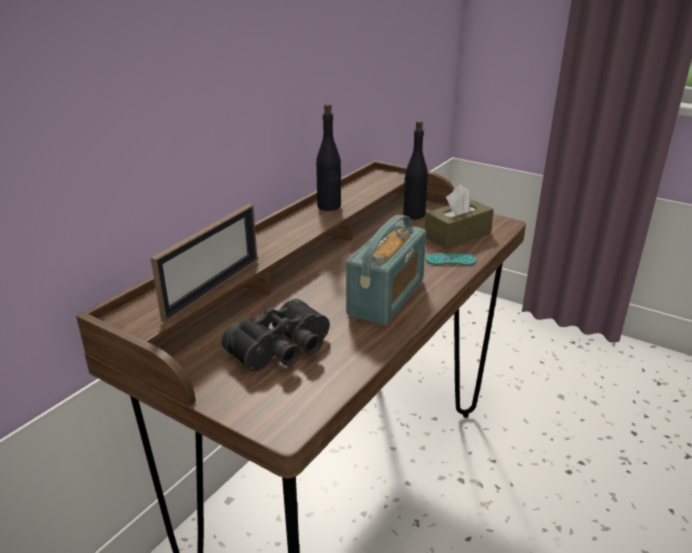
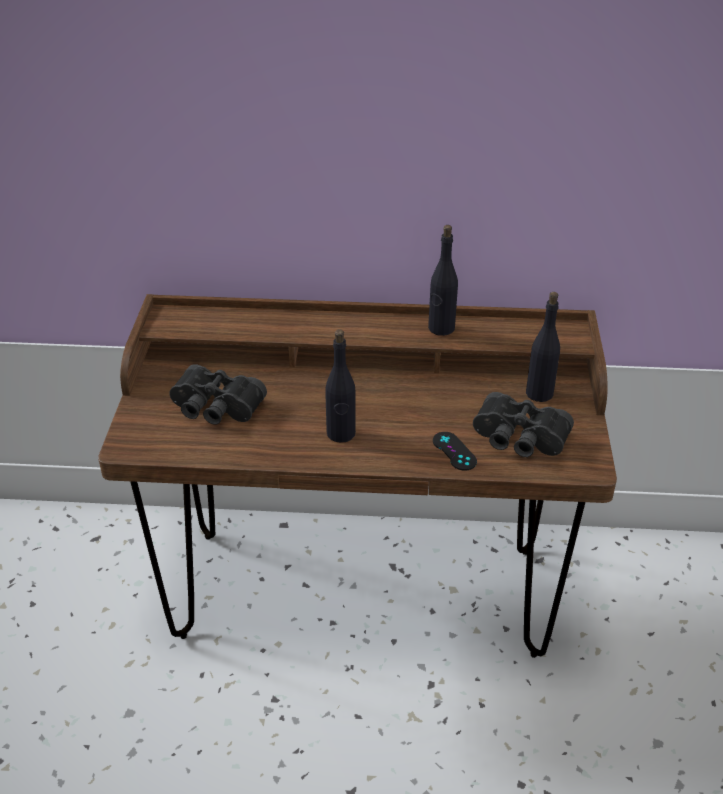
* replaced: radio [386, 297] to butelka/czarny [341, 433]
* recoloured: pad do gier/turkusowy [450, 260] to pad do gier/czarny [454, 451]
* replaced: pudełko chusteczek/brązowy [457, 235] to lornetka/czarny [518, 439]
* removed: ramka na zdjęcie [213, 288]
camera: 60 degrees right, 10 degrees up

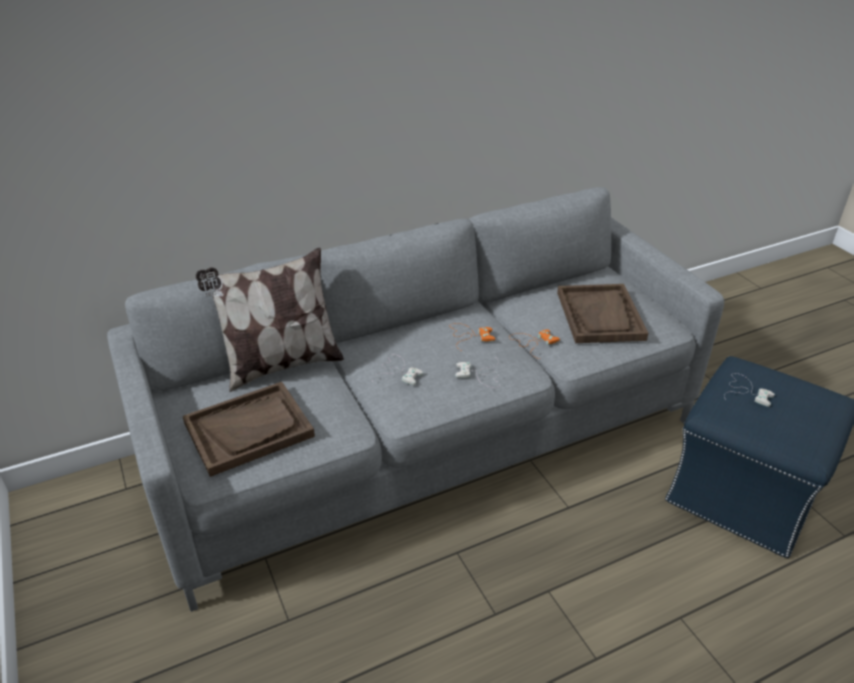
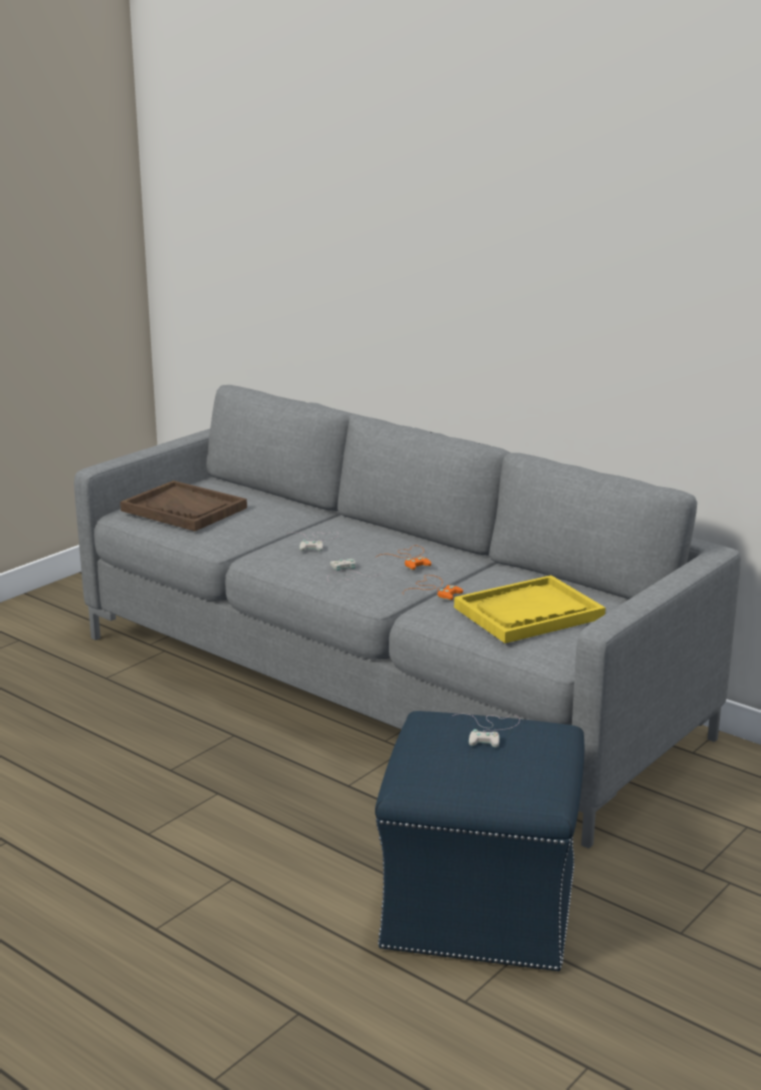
* recoloured: taca/brązowy [600, 316] to taca/żółty [528, 613]
* removed: poduszka [280, 365]
camera: 65 degrees right, 15 degrees down

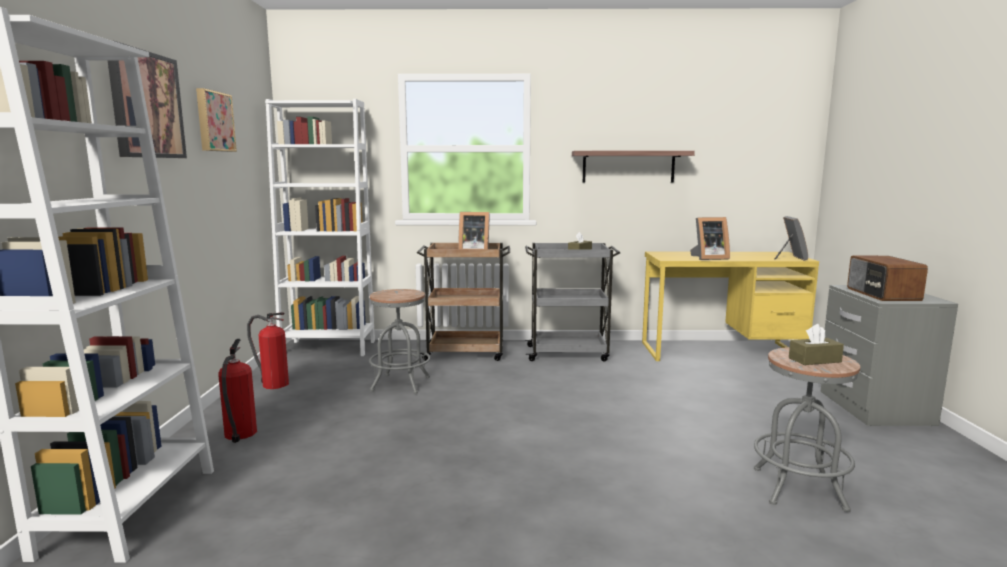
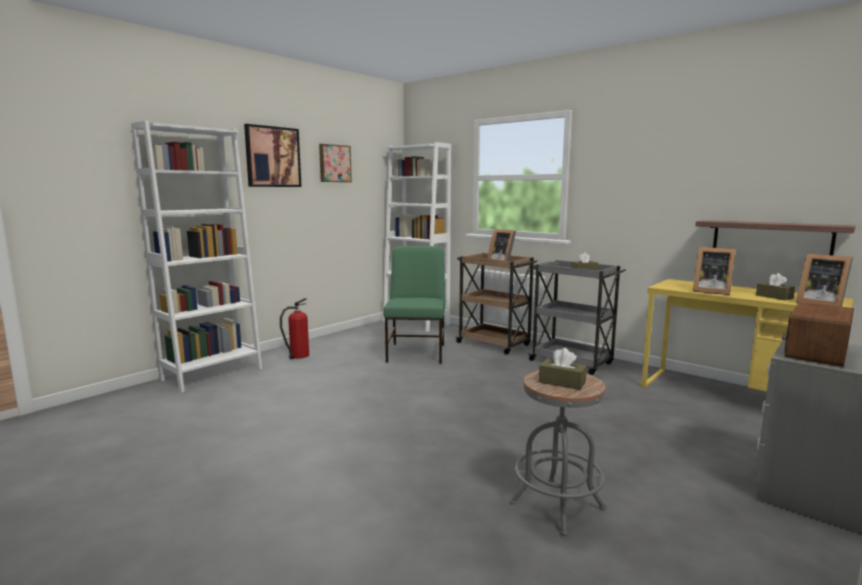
* replaced: stołek/szary [400, 384] to krzesło/zielony [417, 352]
* moved: półka [628, 166] to [770, 239]
* added: pudełko chusteczek/brązowy [774, 297]
* turned: ramka na zdjęcie [789, 258] = [819, 303] 90 degrees clockwise
* removed: gaśnica [273, 384]
camera: 40 degrees right, 0 degrees up

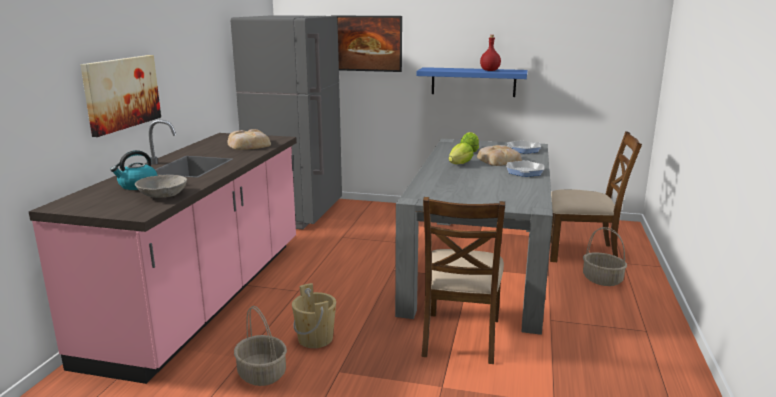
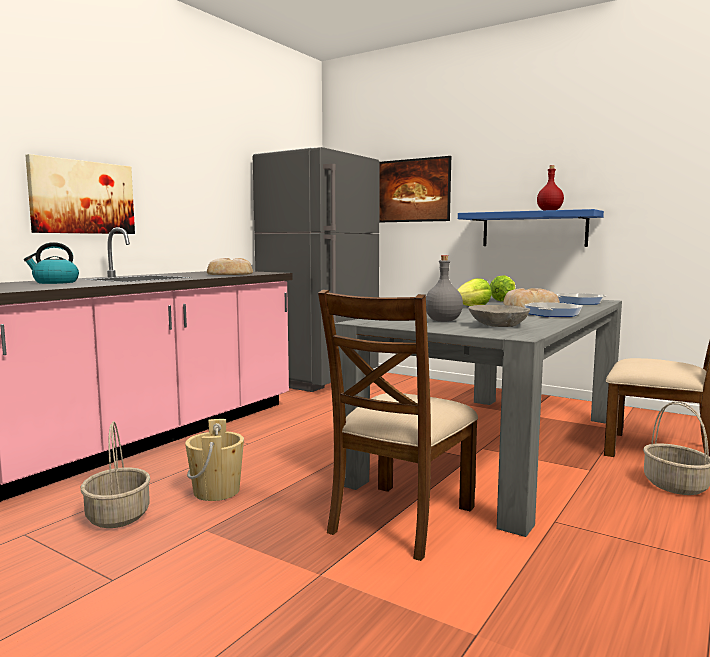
* added: butelka/szary [443, 321]
* moved: miska/szary [162, 195] to [497, 325]
camera: 20 degrees right, 10 degrees down

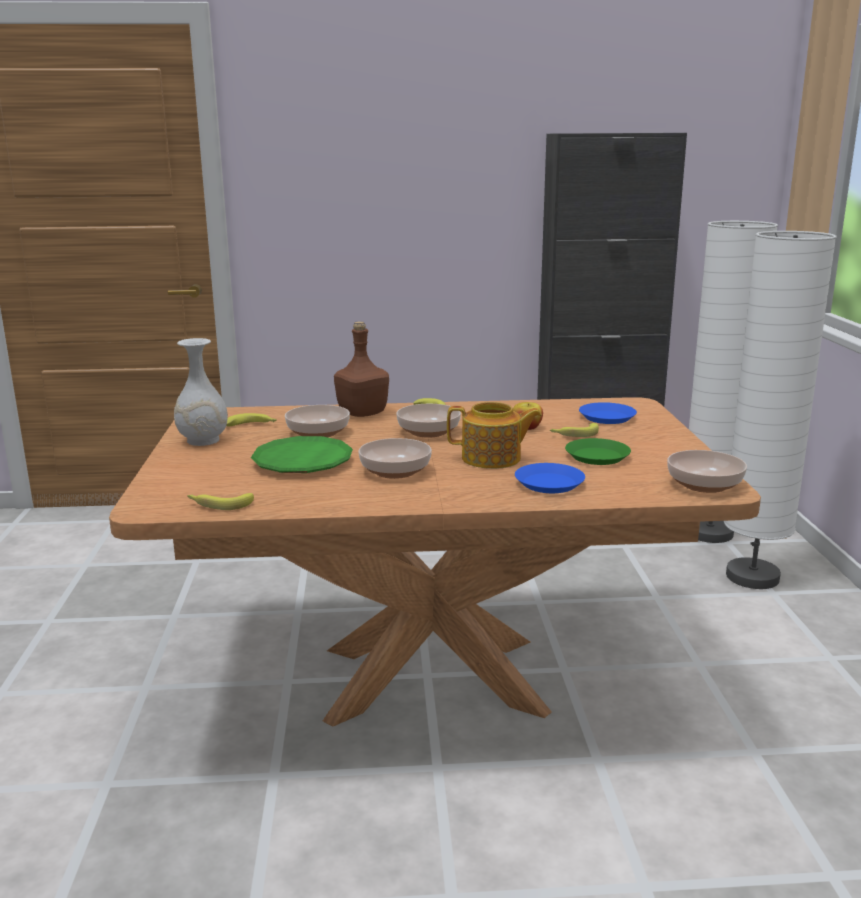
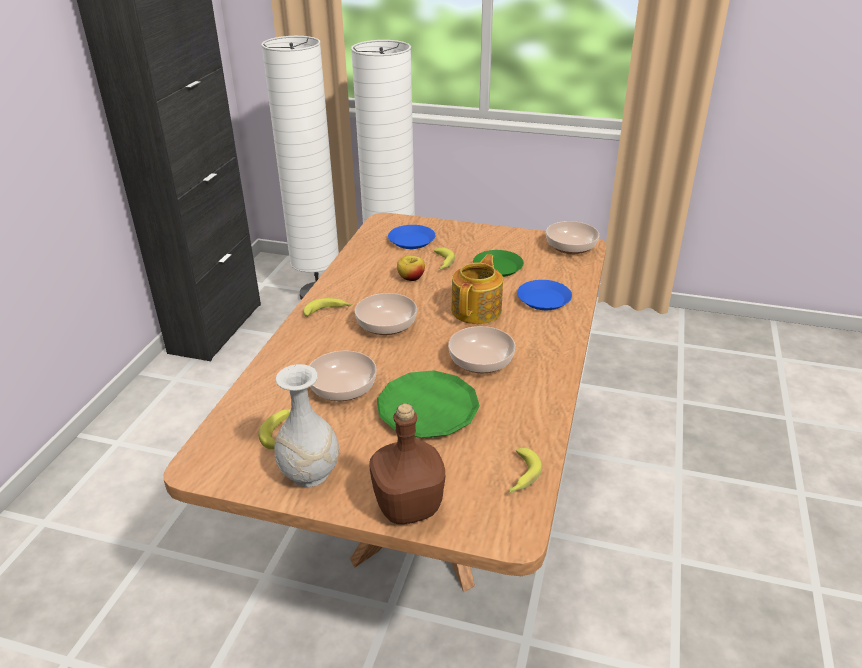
* moved: butelka/brązowy [362, 413] to [407, 507]
camera: 70 degrees left, 15 degrees up

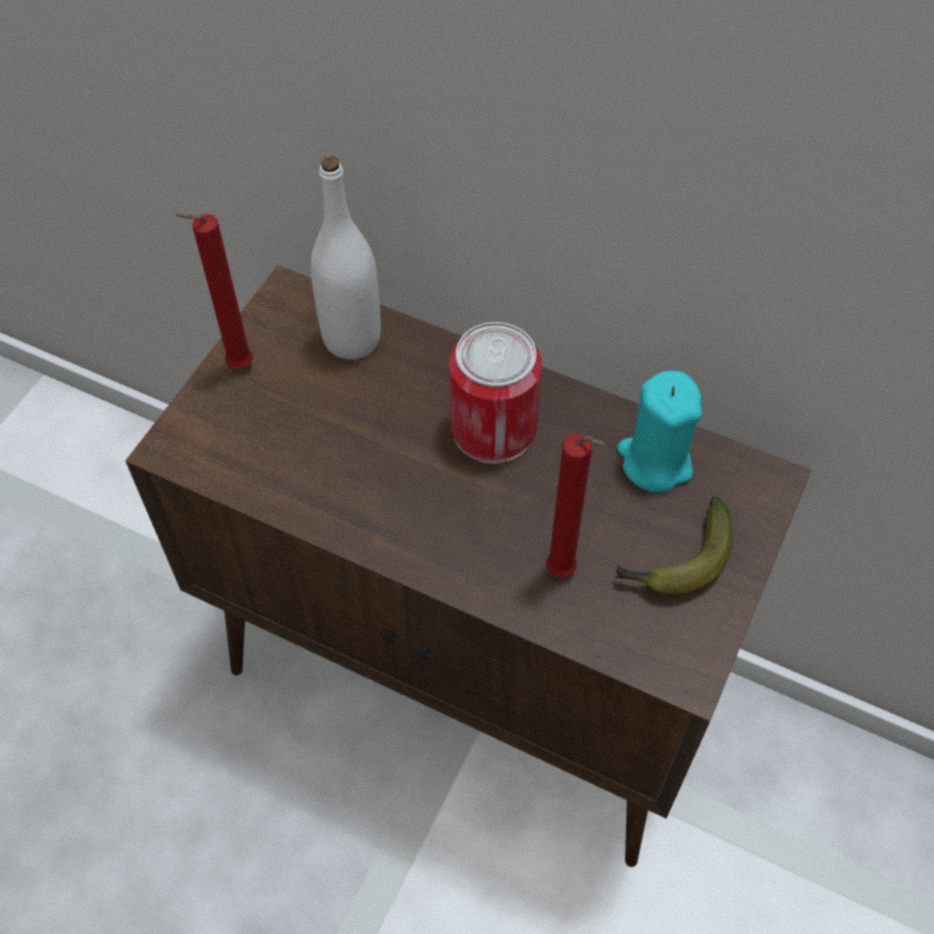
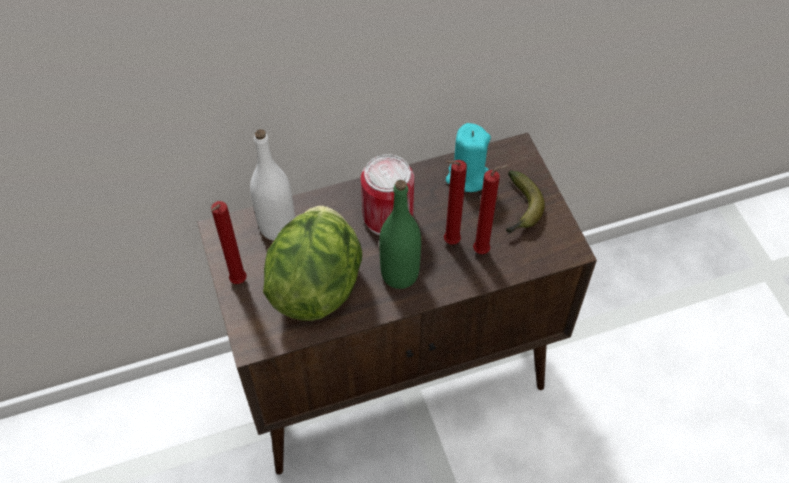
* added: sałata [316, 283]
* added: butelka/zielony [399, 274]
* added: świeca/czerwony [449, 242]
camera: 45 degrees left, 0 degrees up

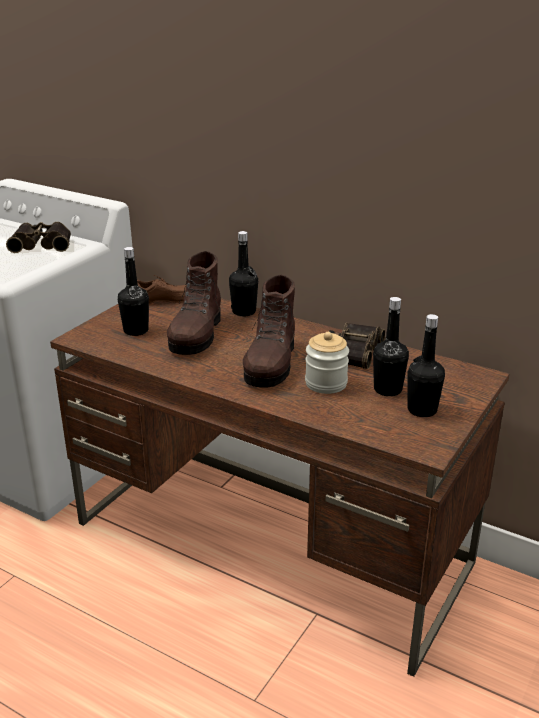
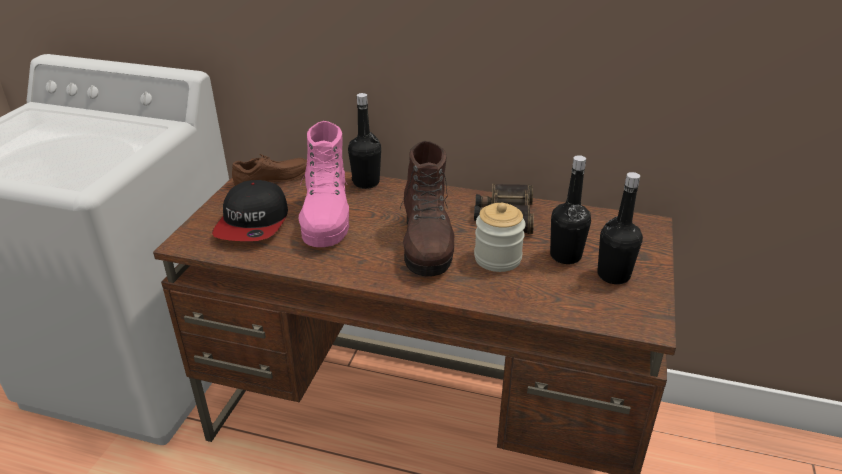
* replaced: butelka/czarny [136, 330] to czapka z daszkiem [253, 223]
* recoloured: but z cholewką/brązowy [196, 335] to but z cholewką/różowy [327, 219]
* removed: lornetka [42, 244]
camera: 15 degrees left, 5 degrees up

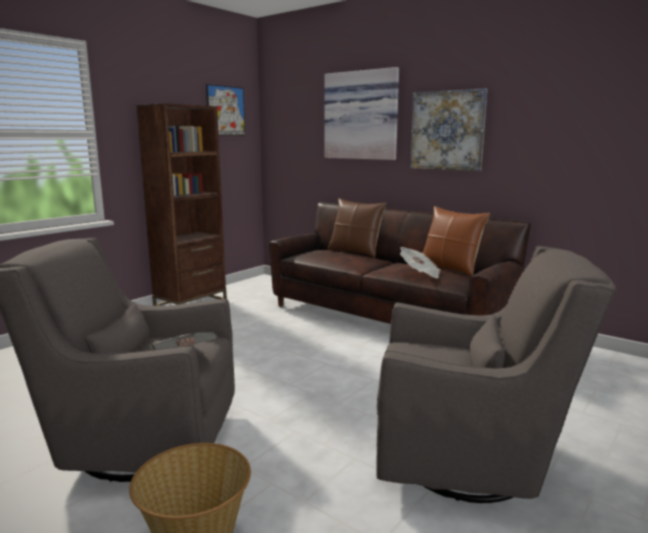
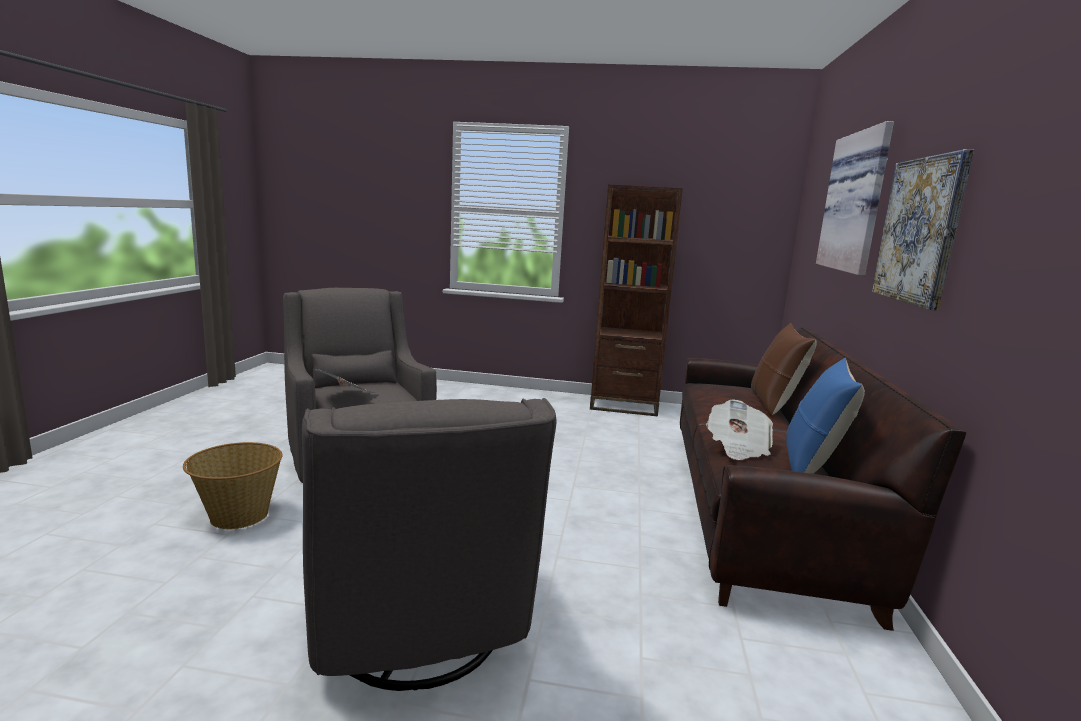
* recoloured: poduszka/brązowy [450, 268] to poduszka/niebieski [812, 464]
* removed: obraz [226, 111]
camera: 60 degrees right, 0 degrees up

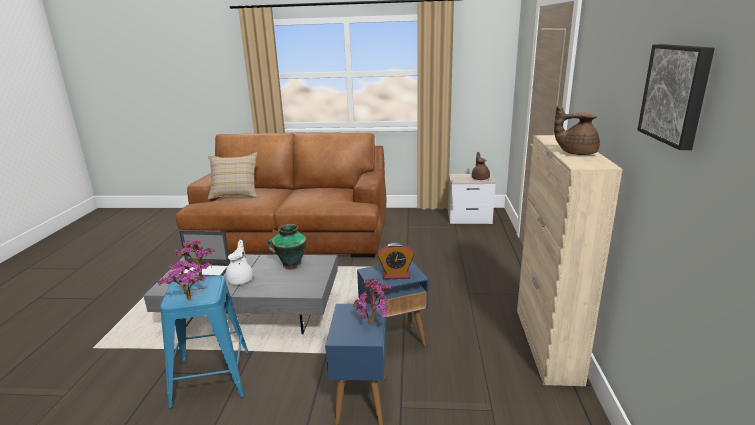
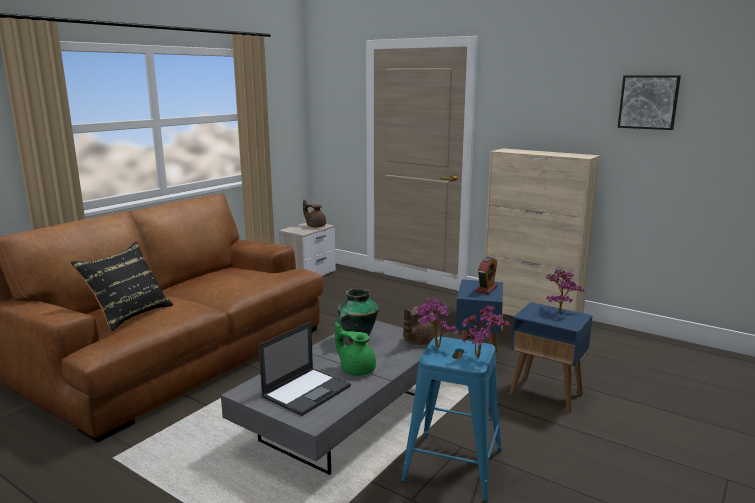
* recoloured: poduszka/beżowy [235, 195] to poduszka/czarny [129, 314]
* recoloured: imbryk/biały [241, 279] to imbryk/zielony [356, 369]
* moved: imbryk/brązowy [576, 153] to [417, 342]
camera: 60 degrees left, 5 degrees down

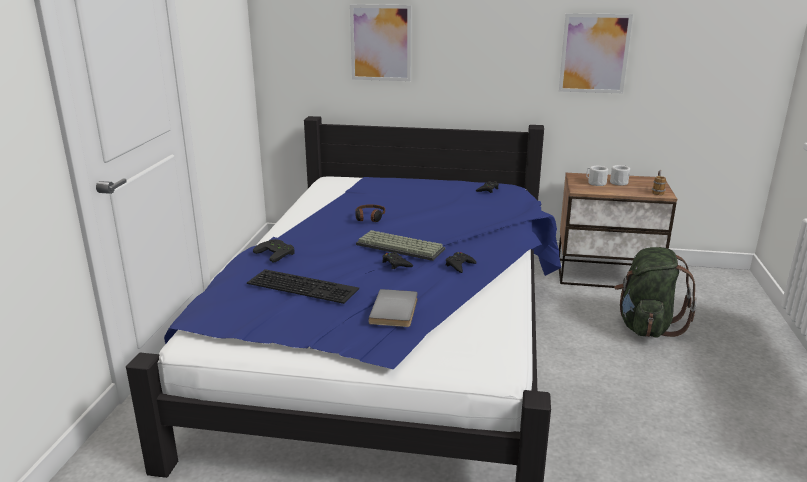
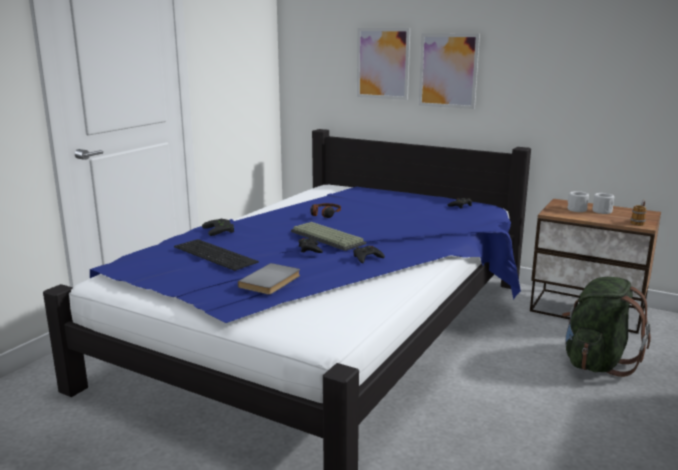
* moved: obraz [594, 53] to [448, 70]
camera: 20 degrees right, 5 degrees down

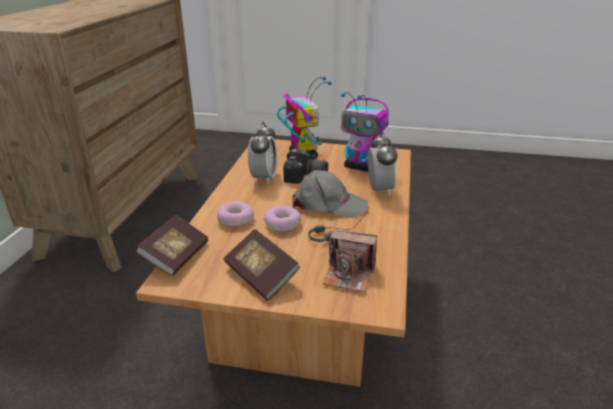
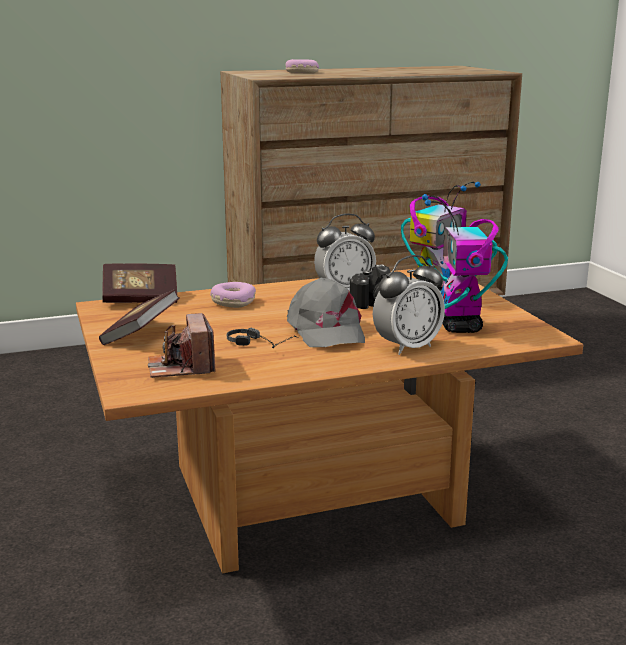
* moved: donut [282, 224] to [301, 73]
camera: 60 degrees right, 10 degrees down

